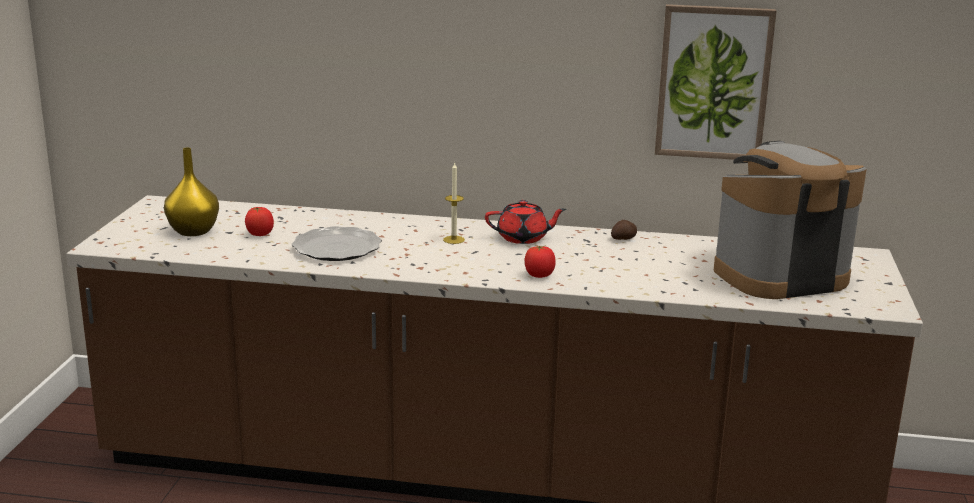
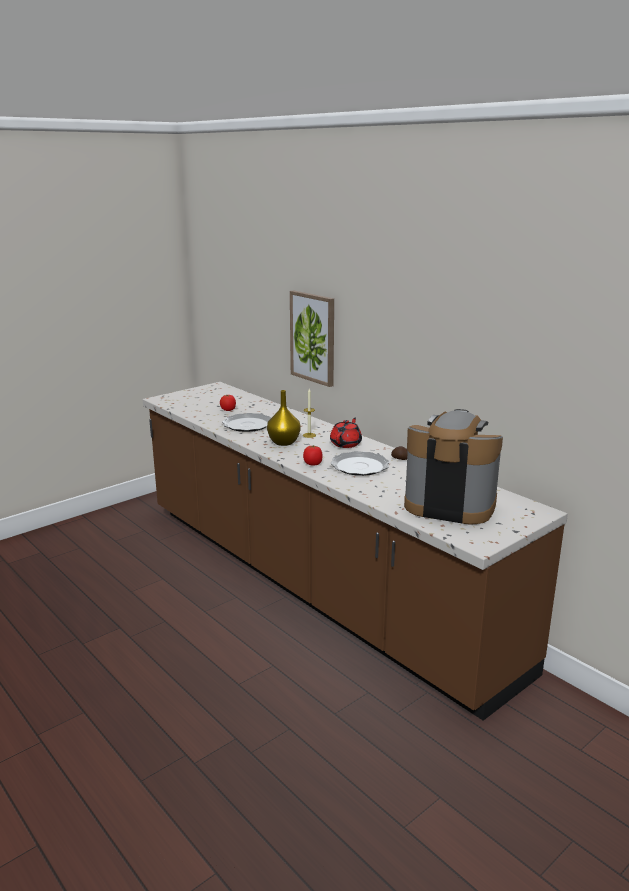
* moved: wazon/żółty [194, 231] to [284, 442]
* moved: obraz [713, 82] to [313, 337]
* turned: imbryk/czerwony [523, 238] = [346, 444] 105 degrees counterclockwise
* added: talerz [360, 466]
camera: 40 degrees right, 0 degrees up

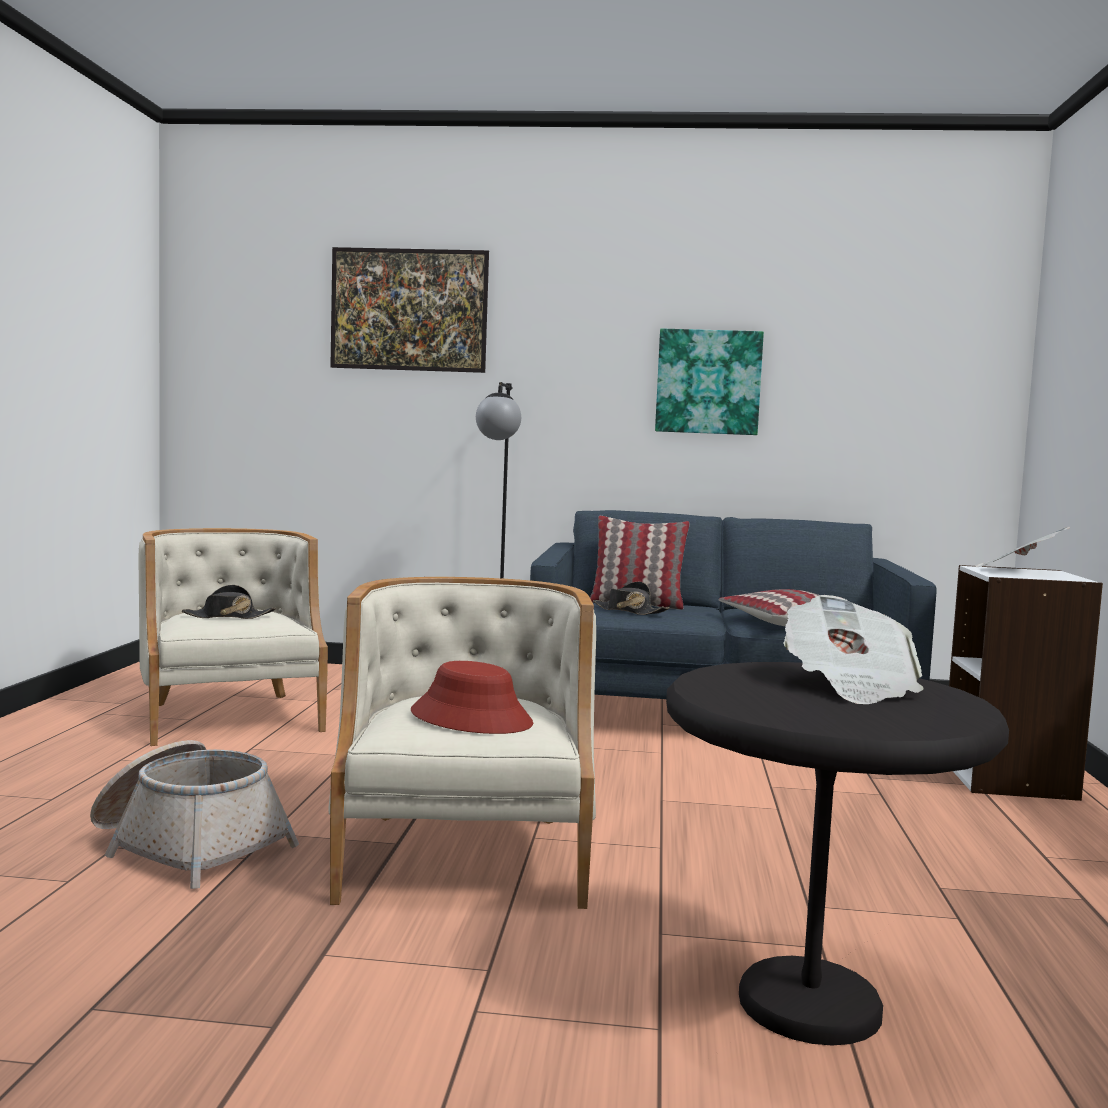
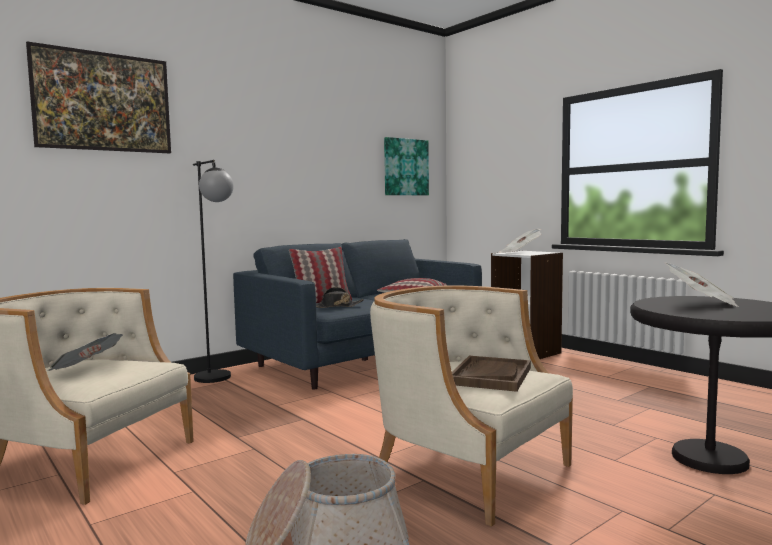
* replaced: kapelusz/czarny [228, 617] to gazeta [87, 370]
* moved: obraz [708, 382] to [405, 167]
* replaced: kapelusz/czerwony [471, 718] to taca/brązowy [490, 376]
camera: 45 degrees left, 0 degrees up

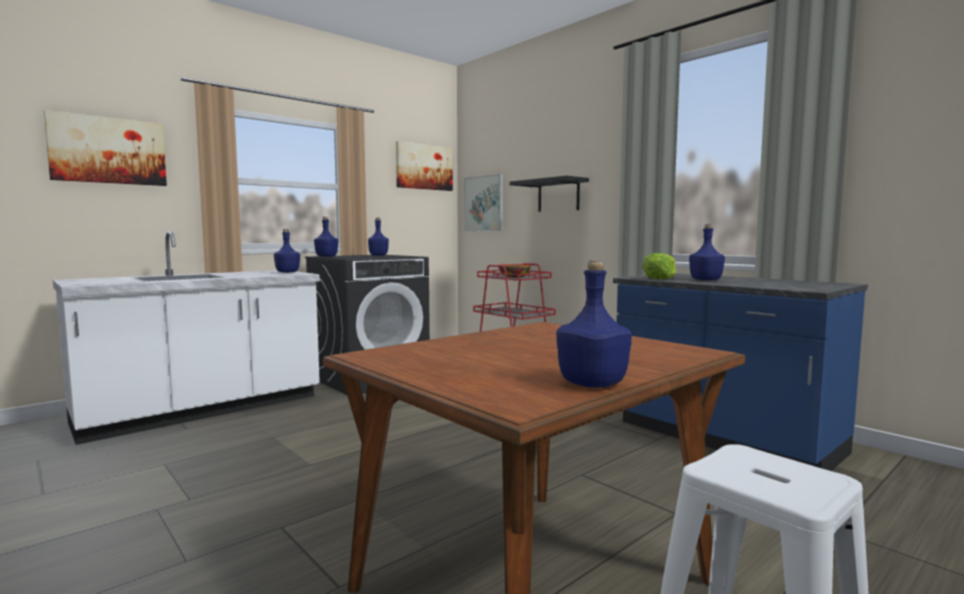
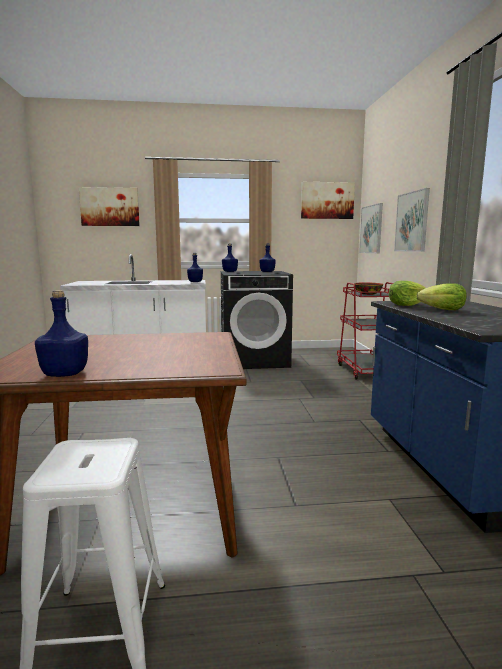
* replaced: półka/czarny [558, 196] to obraz [412, 222]
* replaced: butelka/niebieski [706, 280] to sałata [442, 310]
camera: 35 degrees right, 5 degrees up

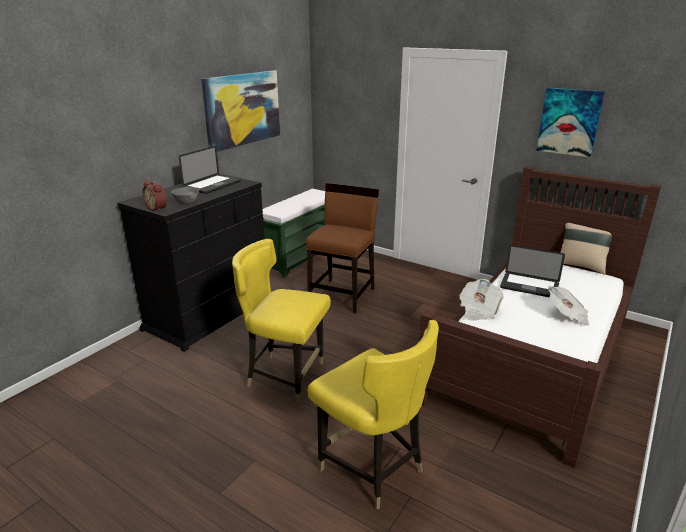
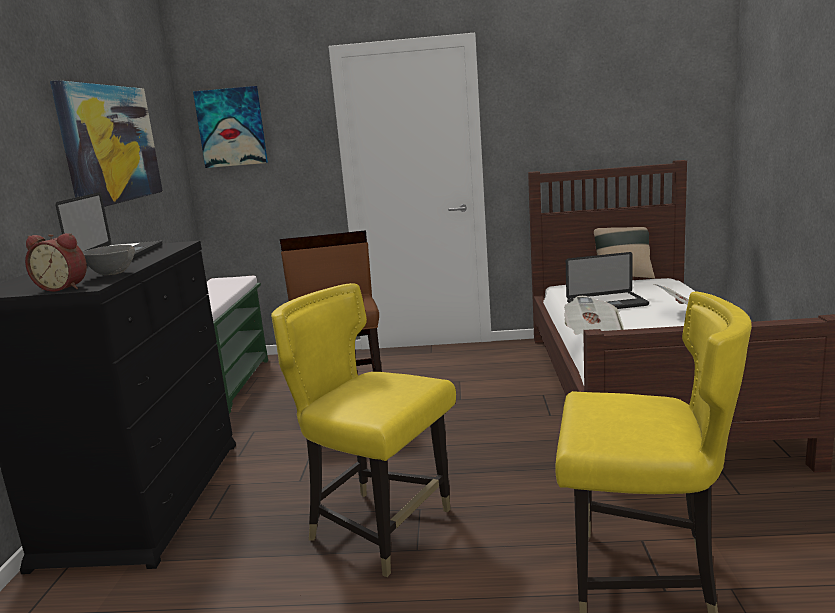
* moved: obraz [569, 122] to [231, 127]
* turned: krzesło/żółty [286, 376] = [379, 528] 45 degrees clockwise
camera: 30 degrees left, 10 degrees down

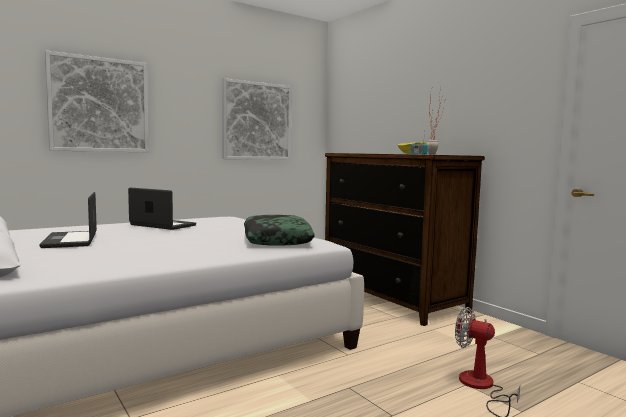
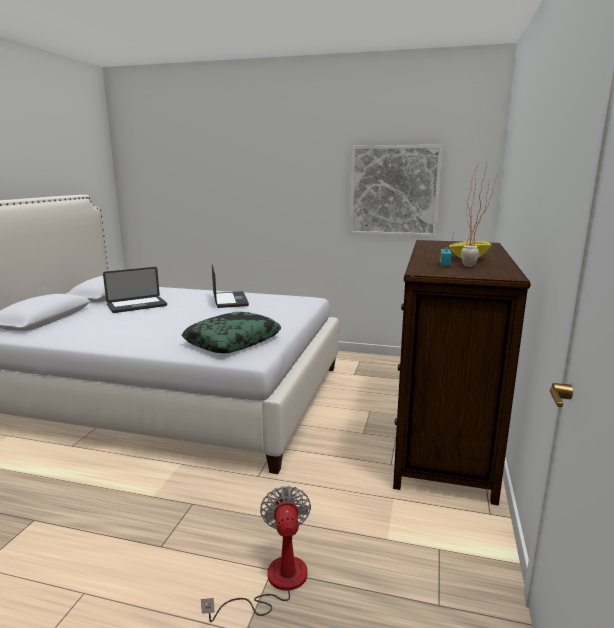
* turned: laptop [70, 241] = [137, 305] 150 degrees counterclockwise
* removed: obraz [99, 105]
camera: 50 degrees right, 10 degrees up

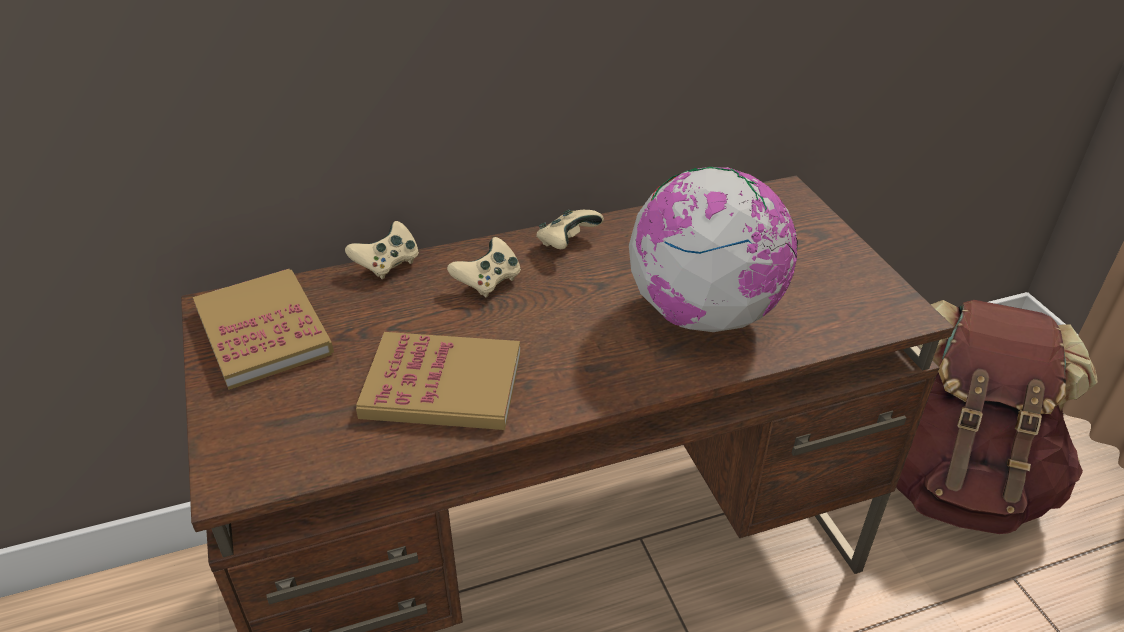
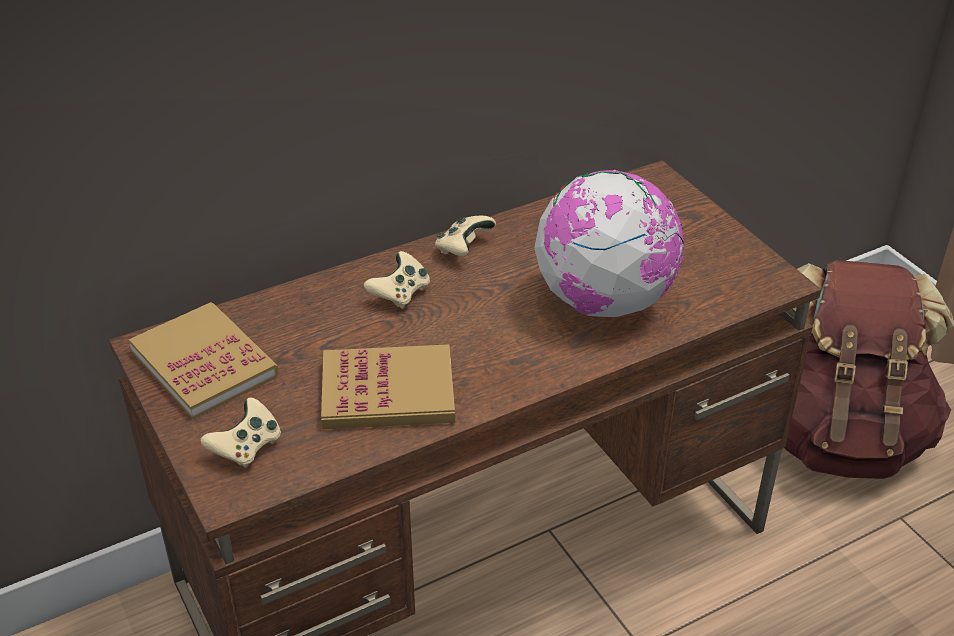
* moved: pad do gier/beżowy [387, 264] to [246, 448]
camera: 10 degrees left, 0 degrees up

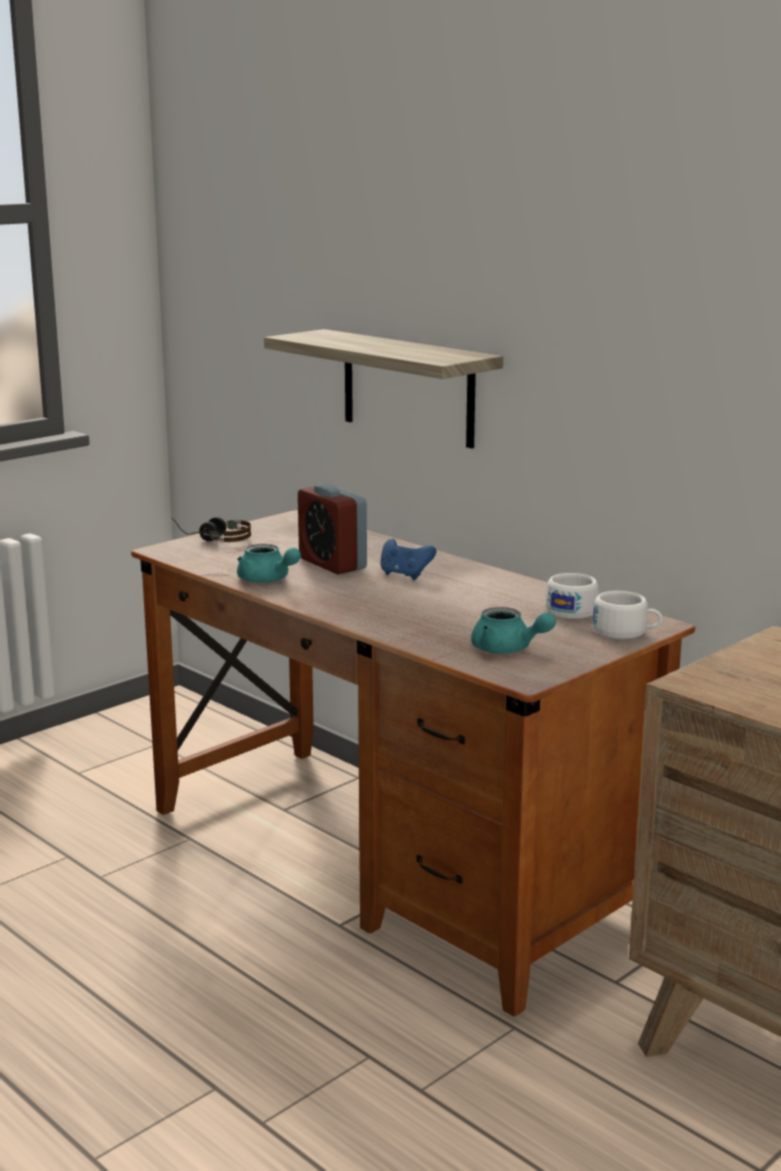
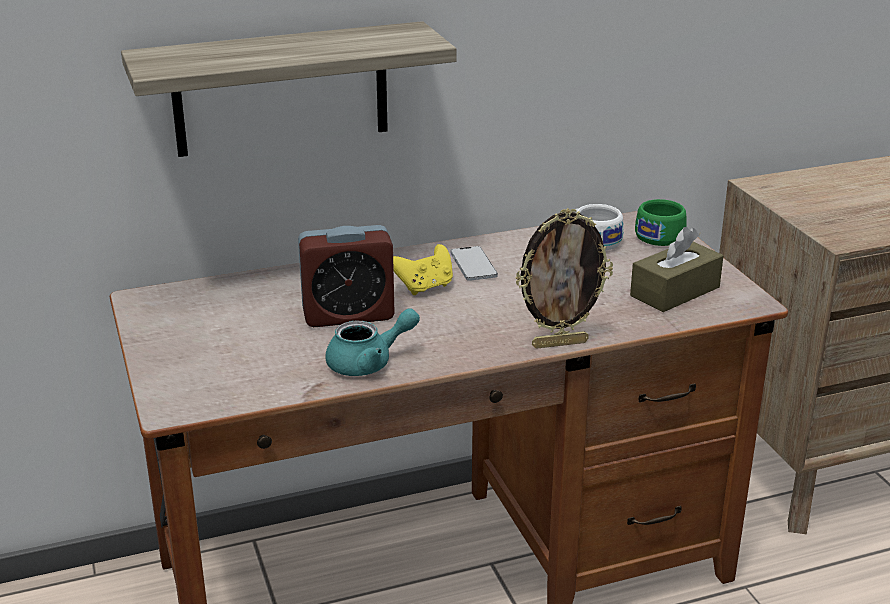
* recoloured: pad do gier/niebieski [405, 575] to pad do gier/żółty [425, 287]
* added: telefon [473, 265]
* added: ramka na zdjęcie [559, 343]
* replaced: imbryk/turkusowy [508, 649] to pudełko chusteczek/brązowy [675, 291]
* recoloured: filiżanka/biały [626, 632] to filiżanka/zielony [663, 235]
* removed: słuchawki [213, 539]
camera: 65 degrees left, 10 degrees up

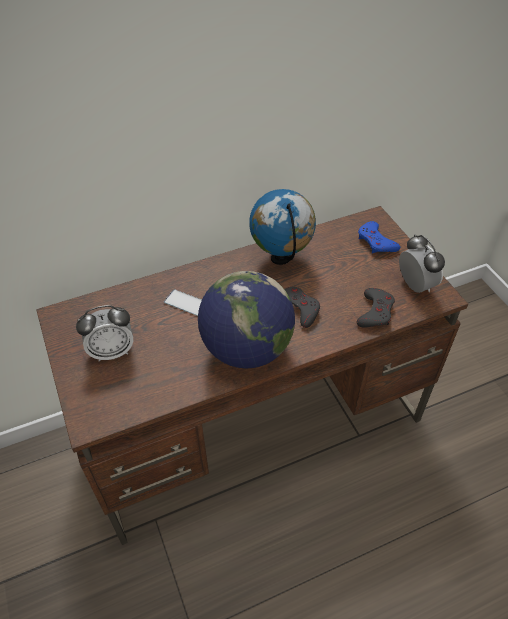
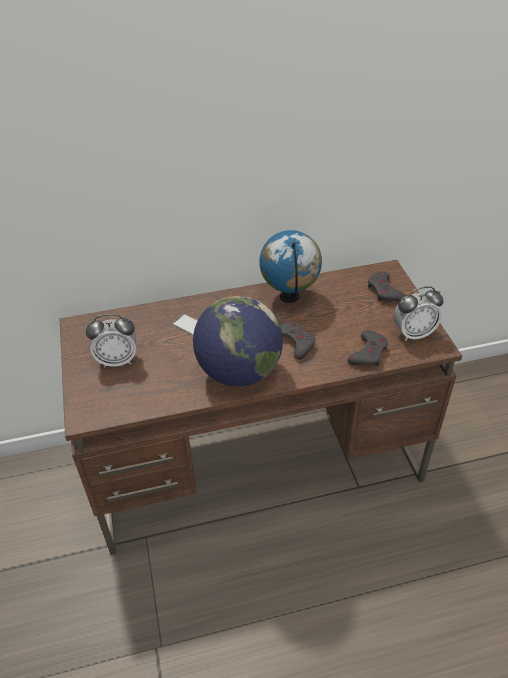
* recoloured: pad do gier/niebieski [376, 242] to pad do gier/szary [384, 291]
* turned: budzik [415, 285] = [413, 333] 90 degrees clockwise
camera: 10 degrees right, 5 degrees down

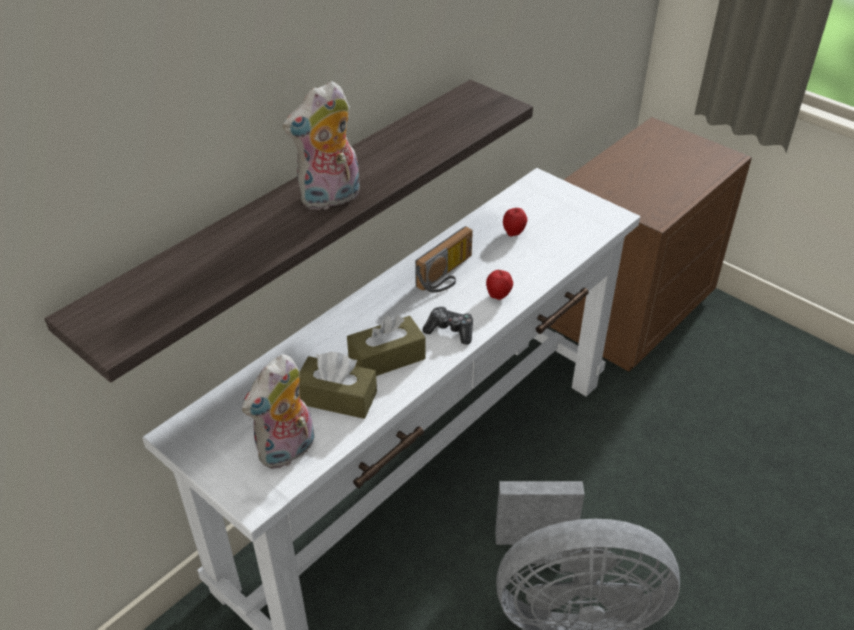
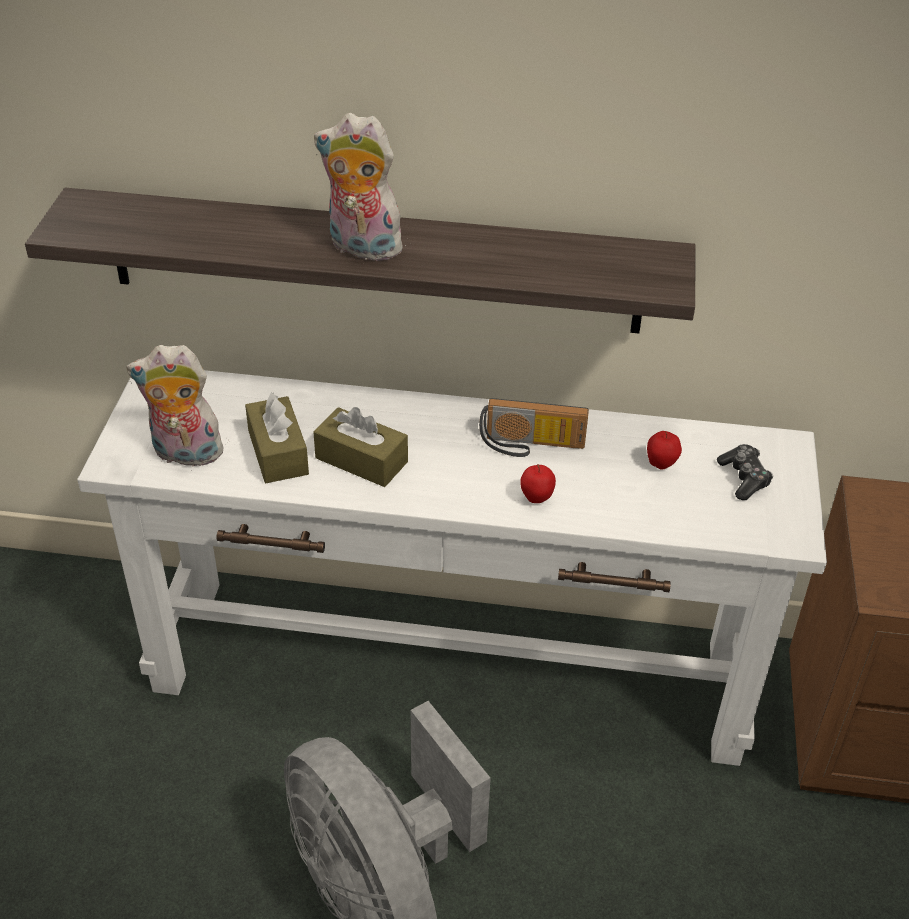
* moved: pad do gier [450, 330] to [744, 478]
camera: 55 degrees right, 0 degrees up

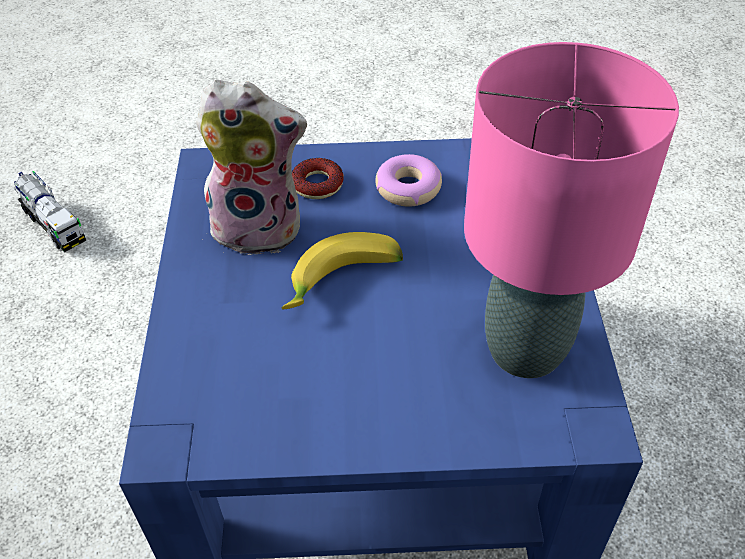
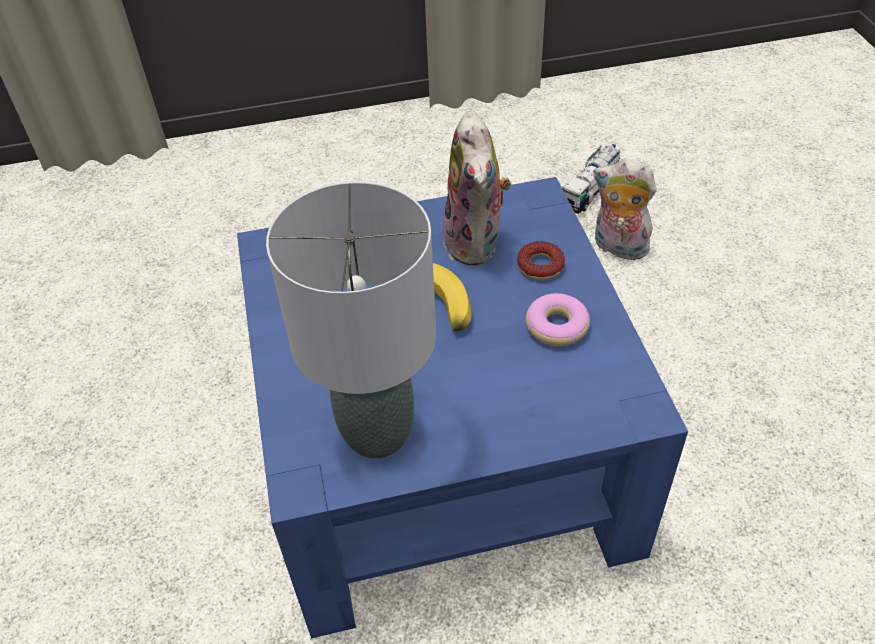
* recoloured: lampa stołowa/różowy [524, 350] to lampa stołowa/szary [376, 431]
* added: pluszak [617, 248]
camera: 80 degrees right, 0 degrees up

